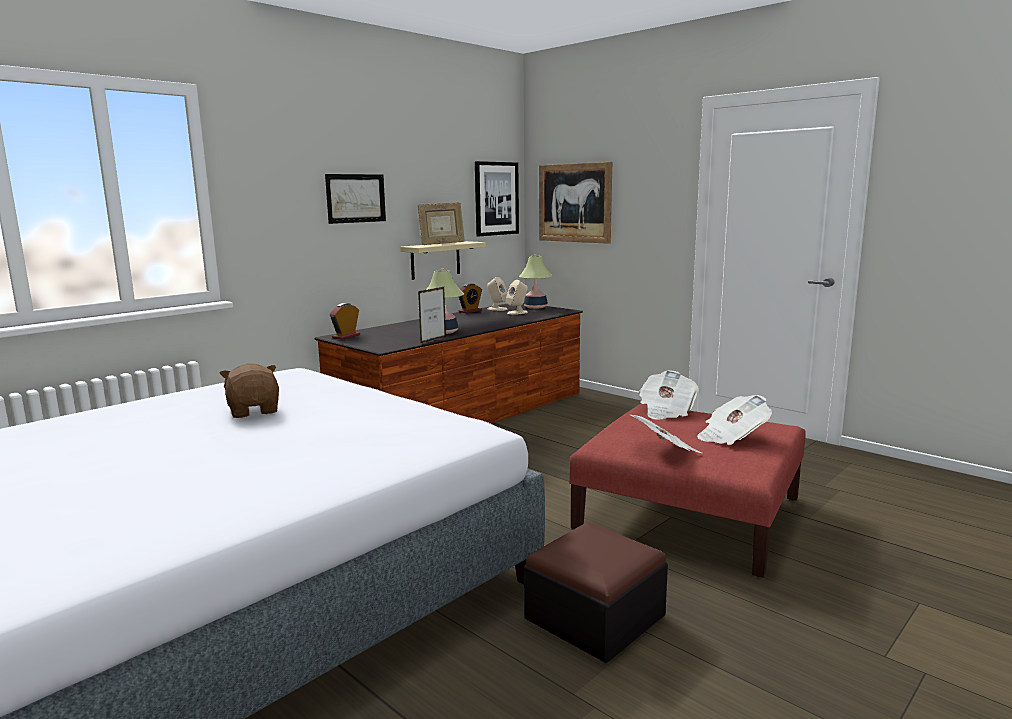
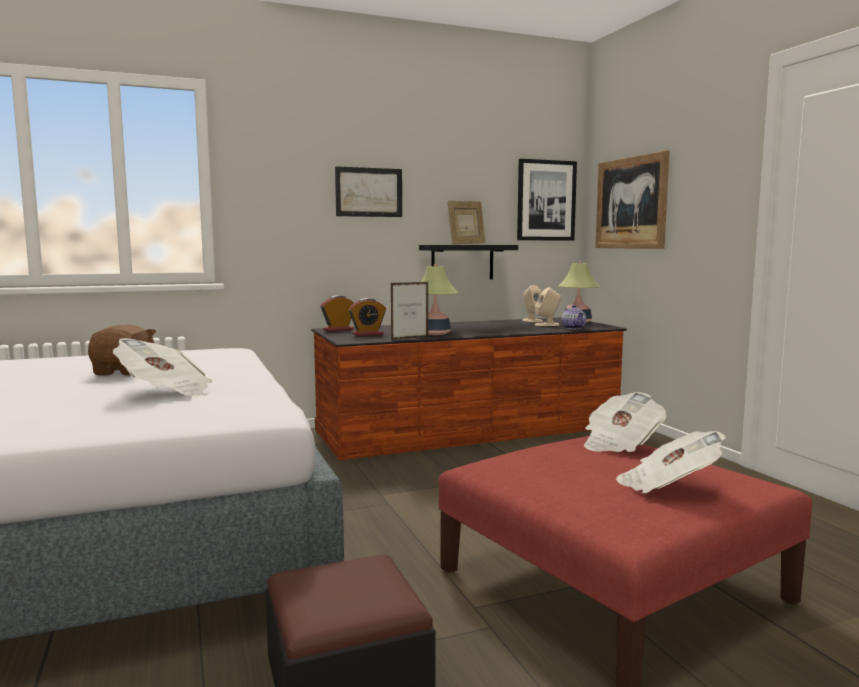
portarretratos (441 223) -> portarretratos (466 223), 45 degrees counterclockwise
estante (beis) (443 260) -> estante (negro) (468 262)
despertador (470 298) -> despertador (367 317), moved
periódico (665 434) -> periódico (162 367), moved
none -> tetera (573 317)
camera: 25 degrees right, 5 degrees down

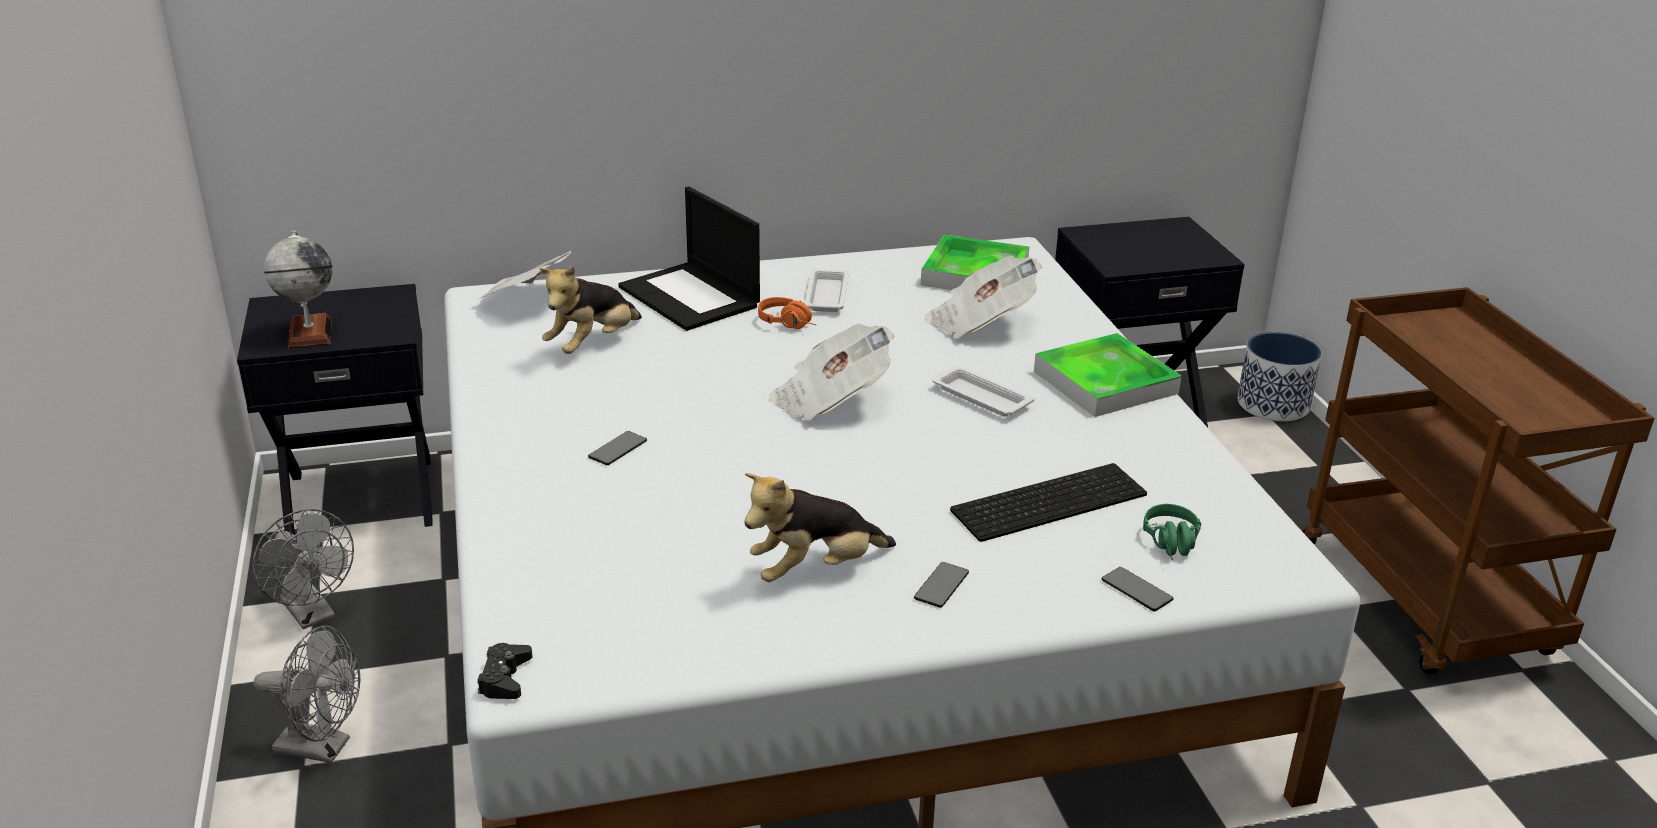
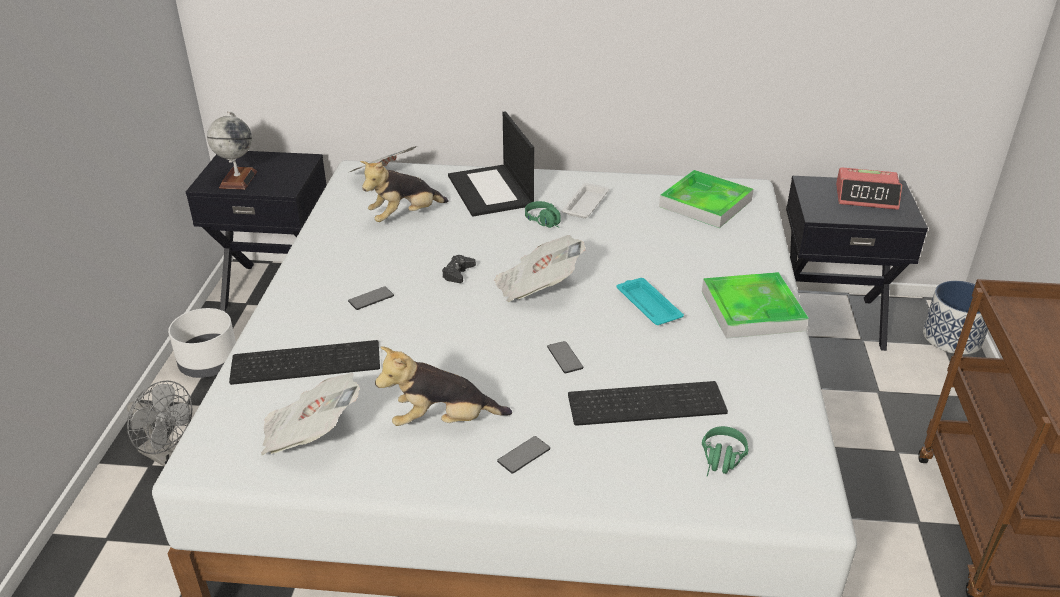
periódico (983 297) -> periódico (310 414), moved
auriculares (naranja) (787 313) -> auriculares (verde) (543 214)
bandeja (blanco) (983 391) -> bandeja (turquesa) (650 301)
ventilador (gris) (303 569) -> maceta (blanco) (202 343)
móvil (1137 589) -> móvil (565 357), moved
mando de consola (negro) (505 671) -> mando de consola (negro) (459 269), moved
none -> despertador (869 188)
none -> teclado (304 362)
camera: 20 degrees right, 5 degrees up

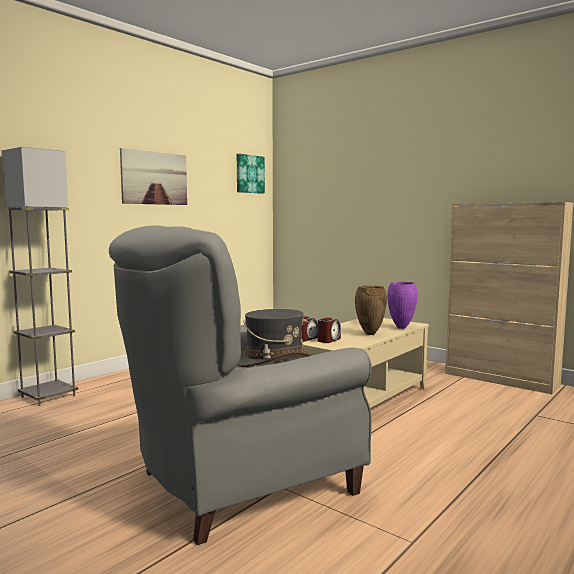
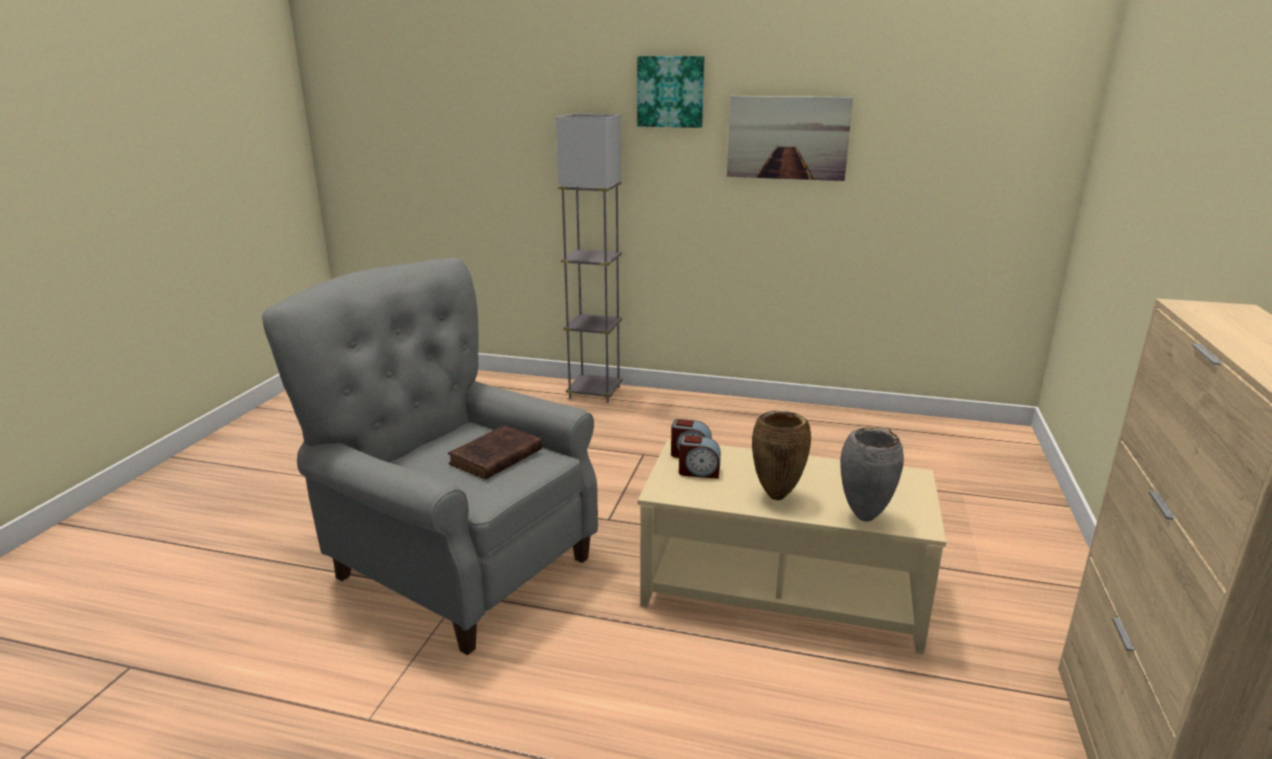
cuadro (251 174) -> cuadro (671 92), moved
florero (morado) (402 305) -> florero (gris) (872 474)
sombrero (gris) (275 338) -> libro (marrón) (495 452)
camera: 65 degrees right, 15 degrees up

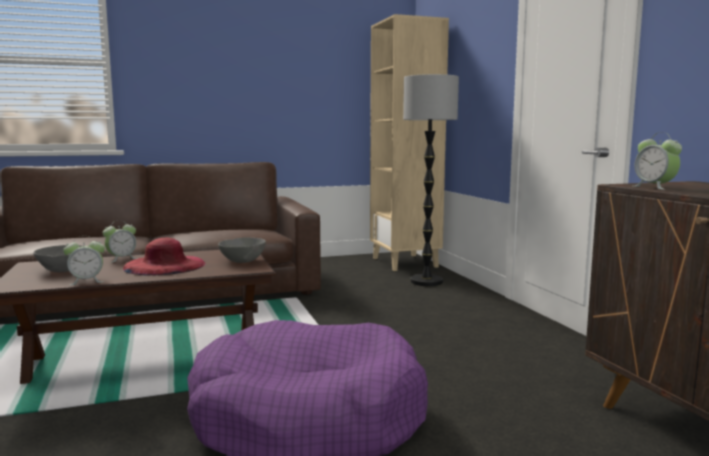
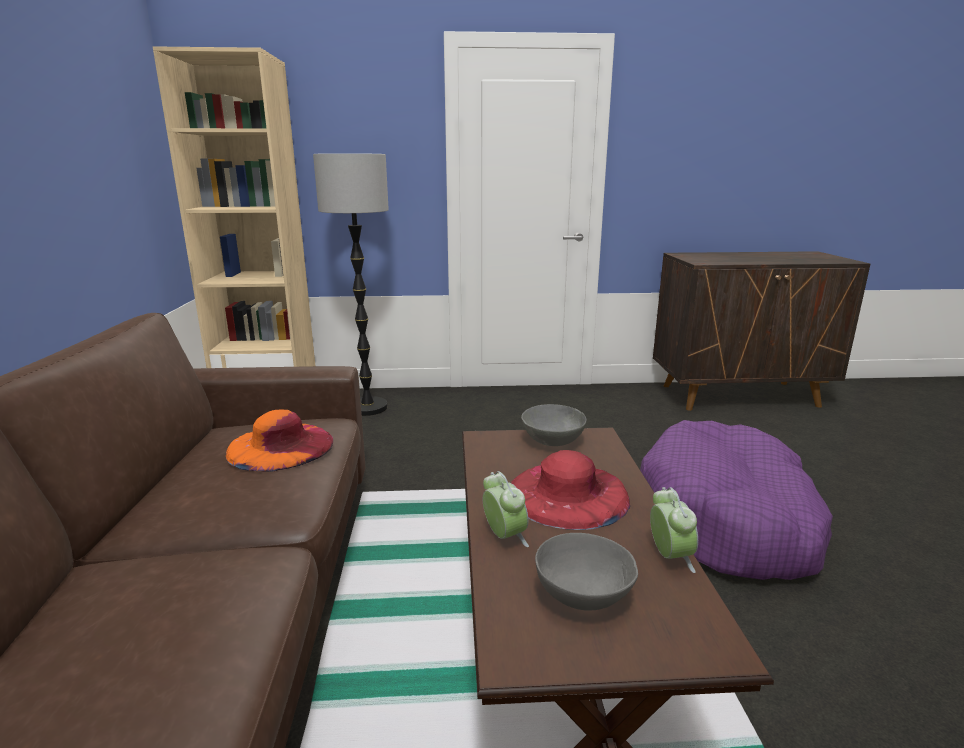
despertador (657 161) -> none
none -> sombrero (naranja) (279 440)
camera: 75 degrees left, 10 degrees up

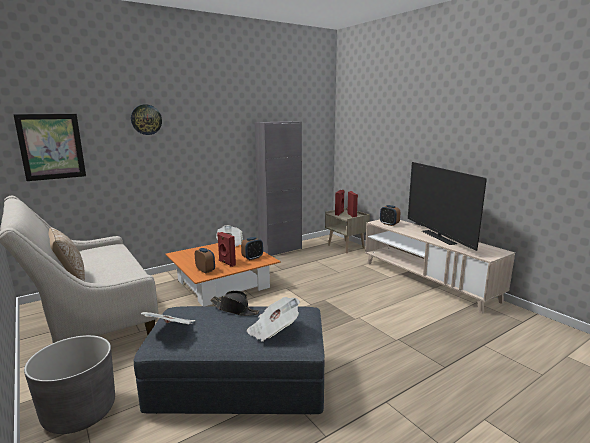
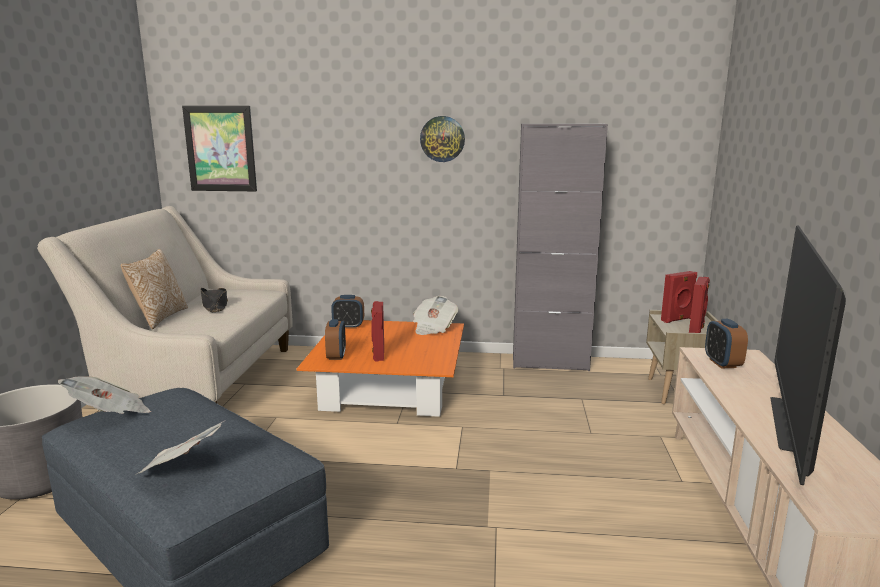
reloj de pared (146 119) -> reloj de pared (442 139), moved
despertador (252 248) -> despertador (347 312), moved
sombrero (negro) (234 303) -> sombrero (negro) (214 300), moved
camera: 40 degrees right, 0 degrees up

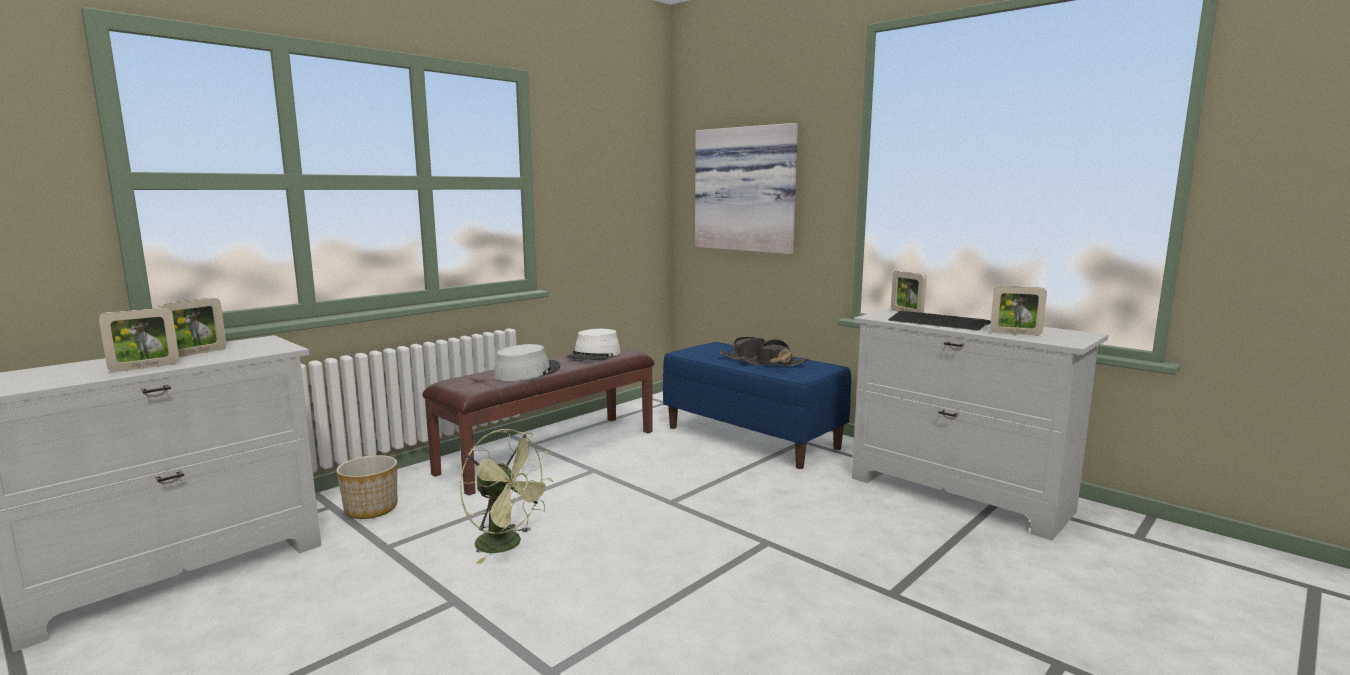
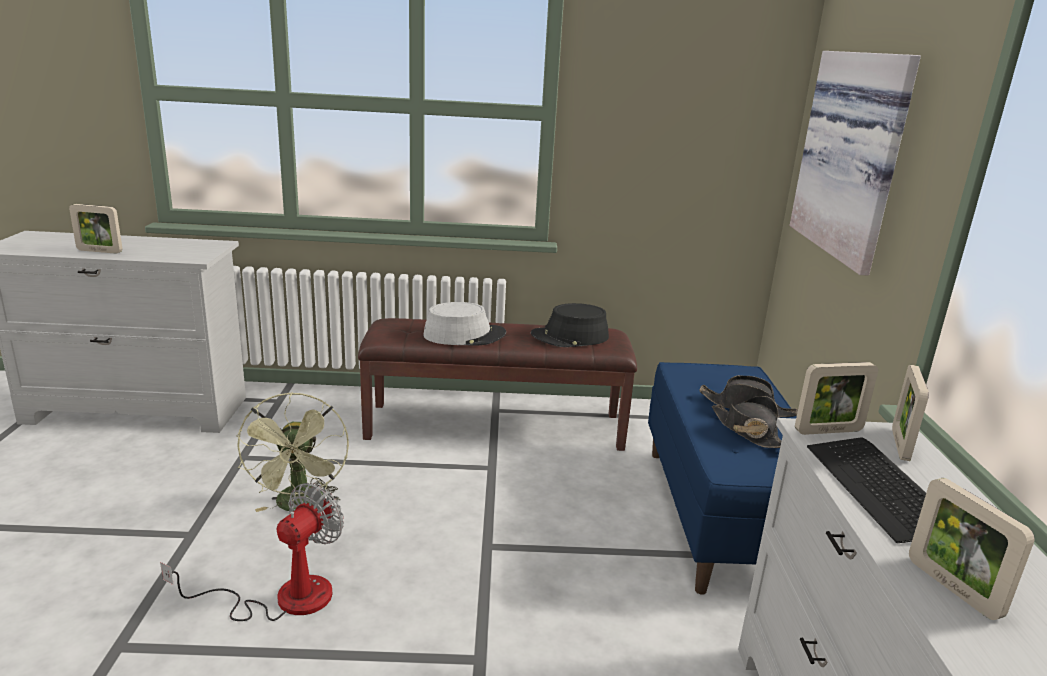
portarretratos (192 327) -> portarretratos (836 398), moved
sombrero (blanco) (593 344) -> sombrero (negro) (570 325)
maceta (366 487) -> none
none -> ventilador (252 552)
camera: 45 degrees right, 10 degrees up

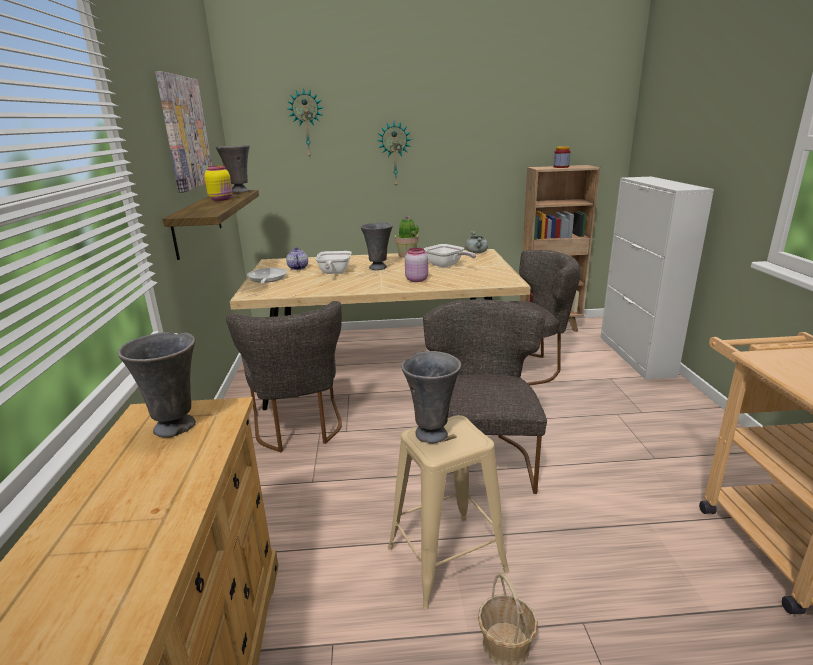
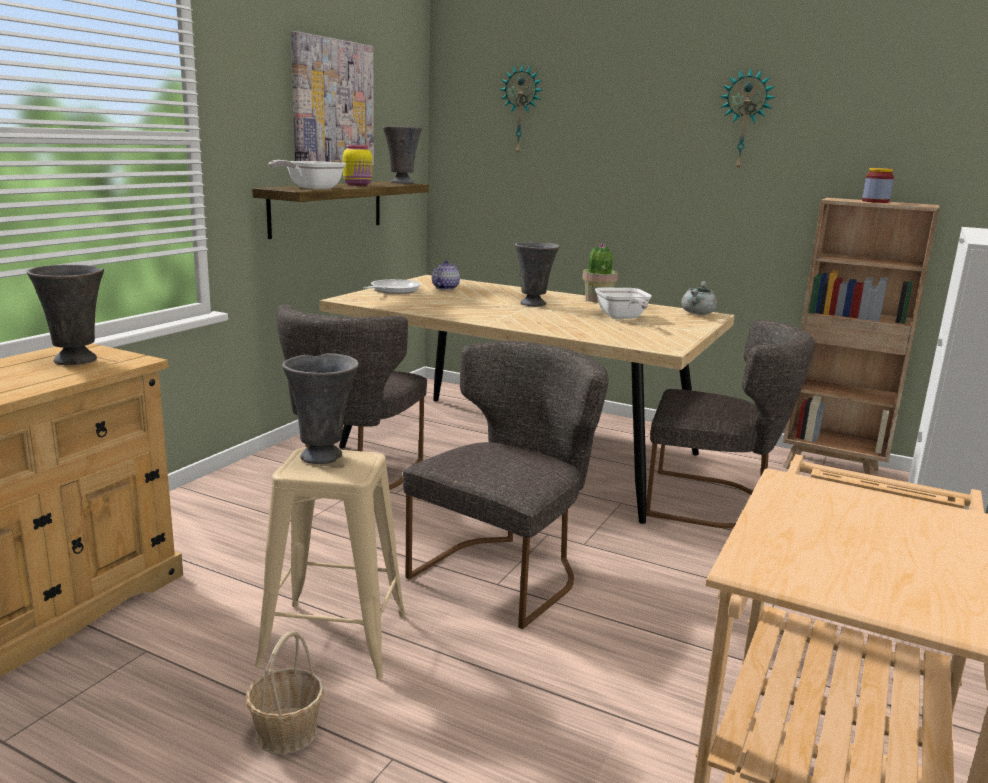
reloj de pared (394 154) -> reloj de pared (748 118), moved
tarro (rosa) (416 265) -> none
sartén (333 262) -> sartén (307 174), moved
camera: 30 degrees right, 5 degrees down

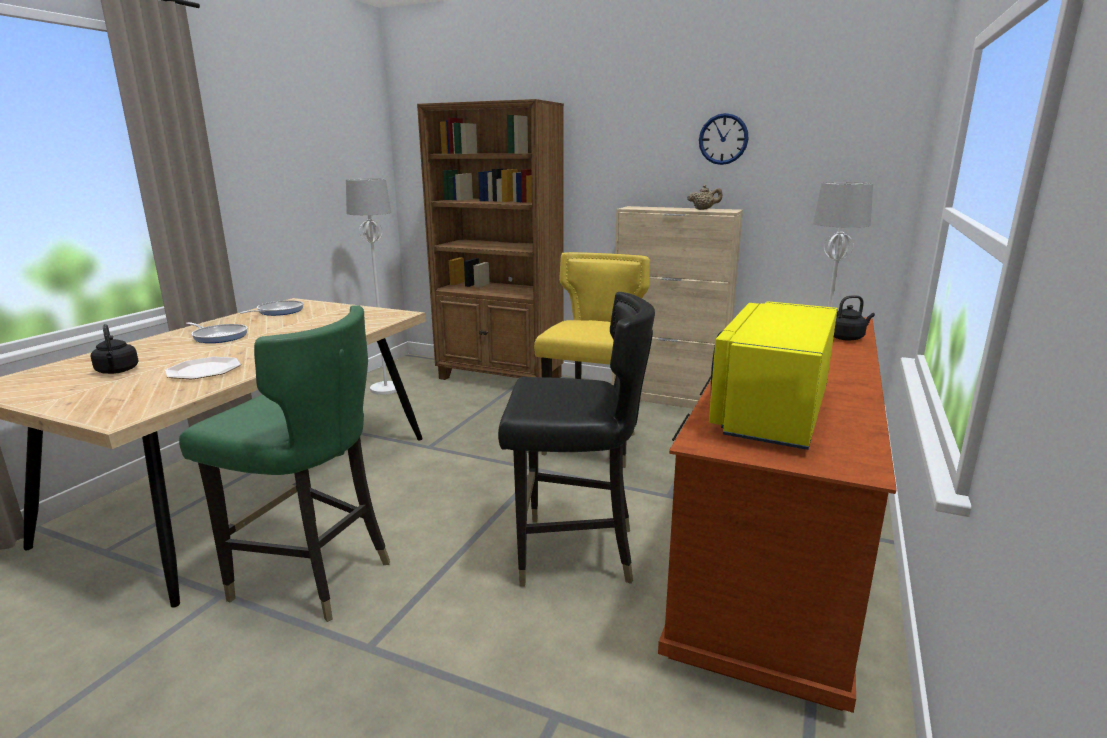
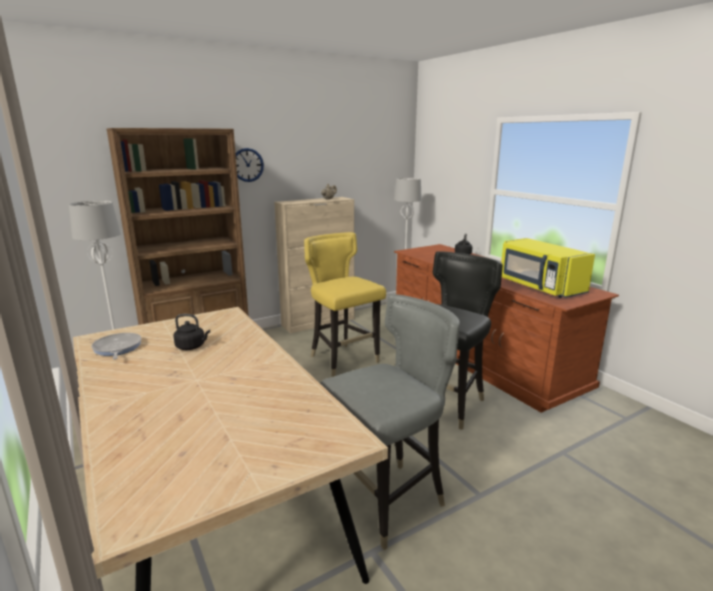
reloj de pared (724 139) -> reloj de pared (250 165), moved
silla (verde) (284 463) -> silla (gris) (390 422)
sartén (217 332) -> none
hervidor (negro) (115 349) -> hervidor (negro) (191 332), moved
plato (203 368) -> none
camera: 55 degrees left, 0 degrees up

